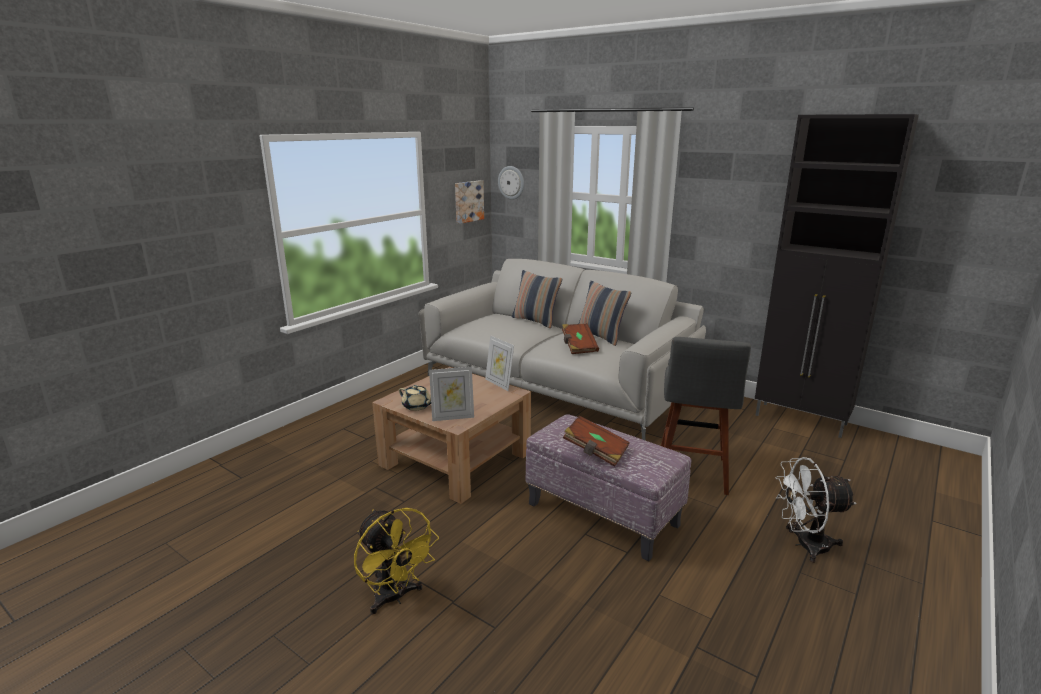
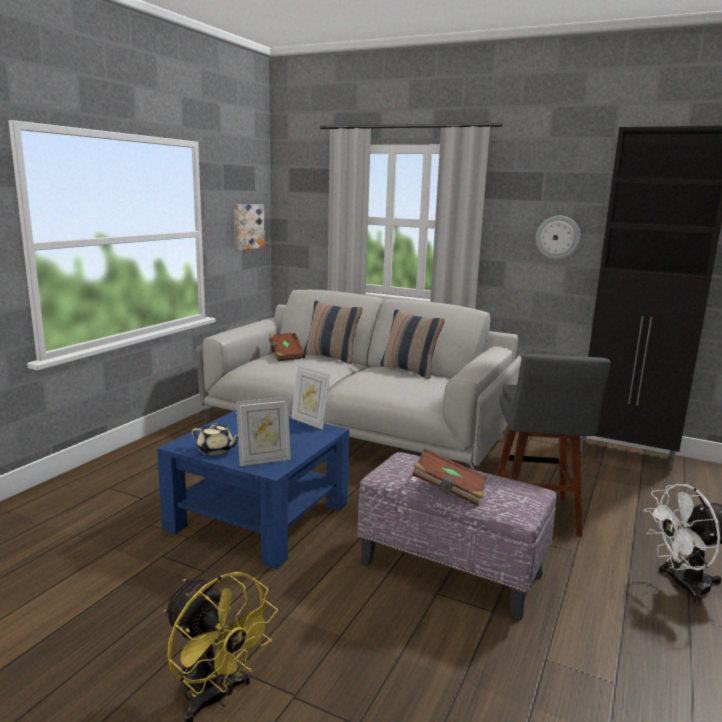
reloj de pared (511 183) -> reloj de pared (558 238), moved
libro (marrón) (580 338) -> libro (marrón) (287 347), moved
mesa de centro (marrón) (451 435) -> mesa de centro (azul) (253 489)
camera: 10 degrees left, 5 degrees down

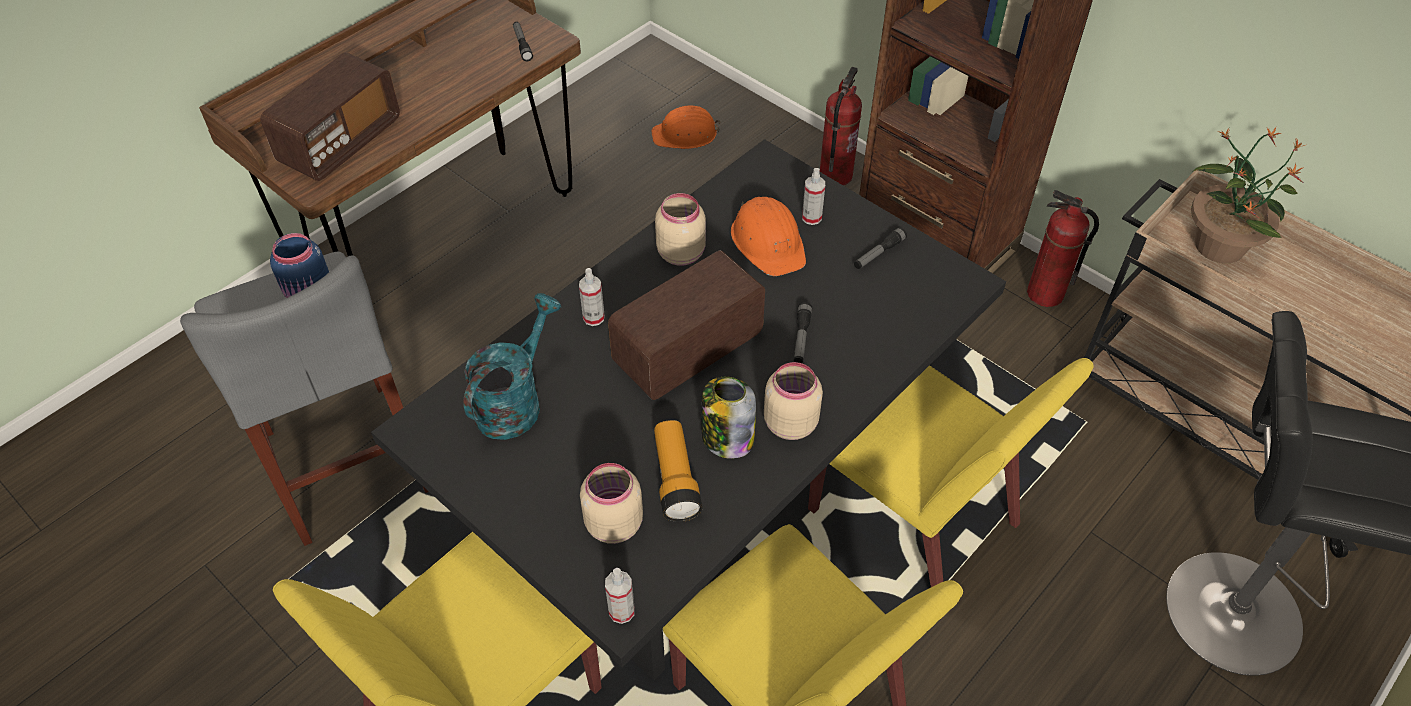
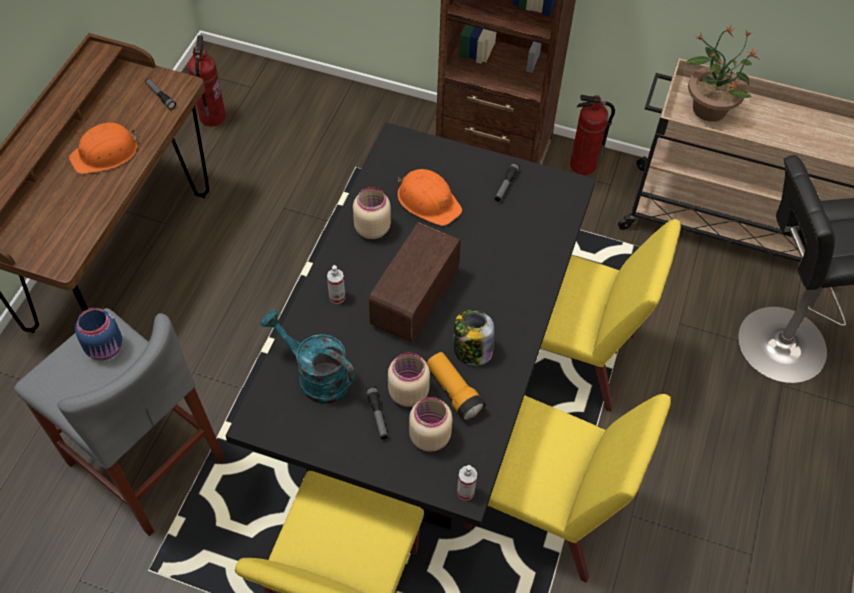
radio (330 116) -> none
extintor (841 126) -> extintor (207 80), moved
casco (naranja) (686 127) -> casco (naranja) (103 148), moved
pulverizador (813 196) -> none
regadera (turquesa) (512 366) -> regadera (turquesa) (308 357), 60 degrees counterclockwise
linterna (803 332) -> linterna (377 413), moved
tarro (beis) (793 401) -> tarro (beis) (409 380), moved
camera: 25 degrees left, 5 degrees up

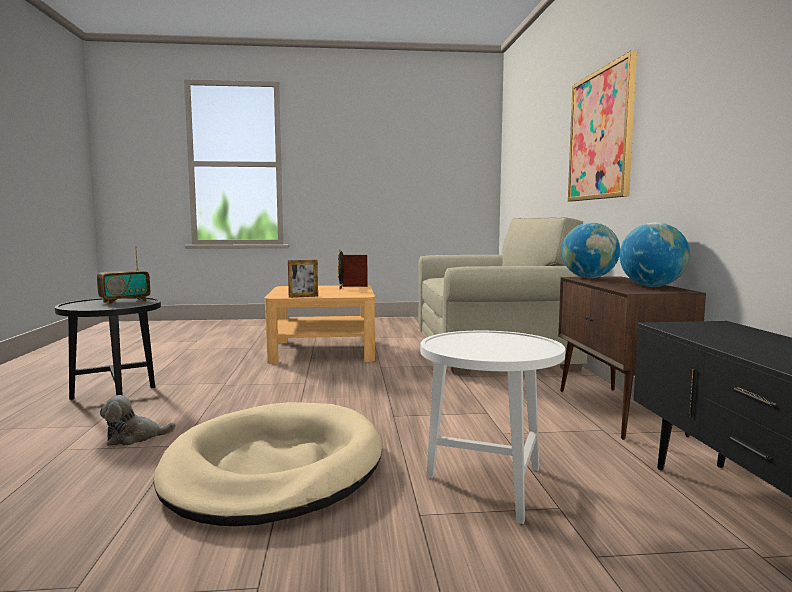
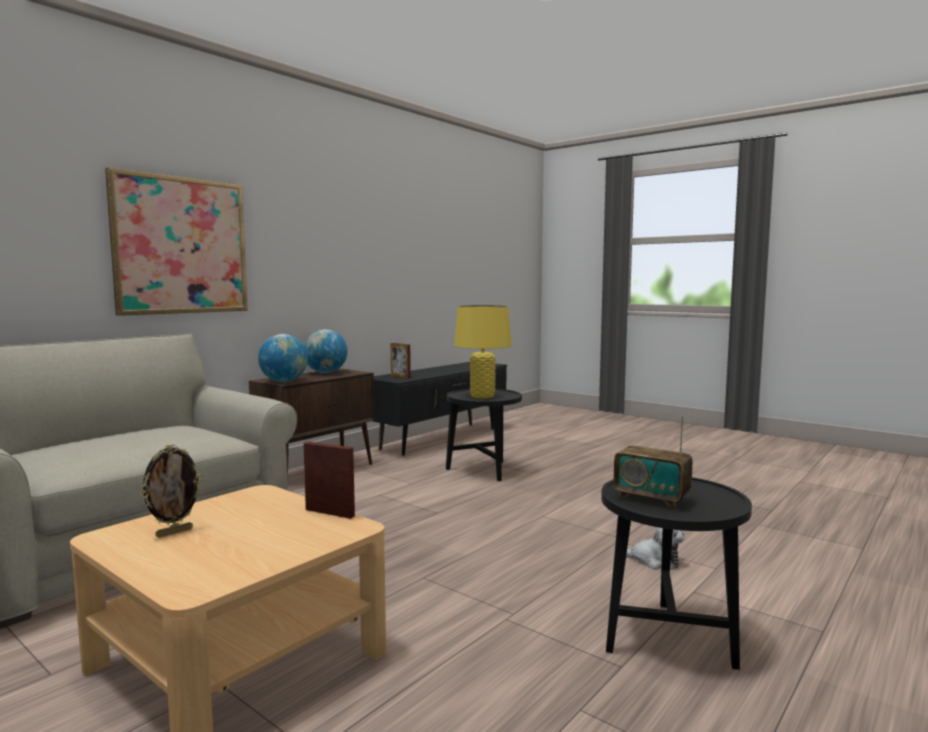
radio (123 275) -> radio (653 462), 150 degrees counterclockwise
portarretratos (355 271) -> portarretratos (401 361), moved
mesa auxiliar (blanco) (492 427) -> mesa auxiliar (negro) (484 435)
cama para perro (beis) (267 464) -> none
none -> lámpara de mesa (amarillo) (483 351)
camera: 135 degrees left, 0 degrees up

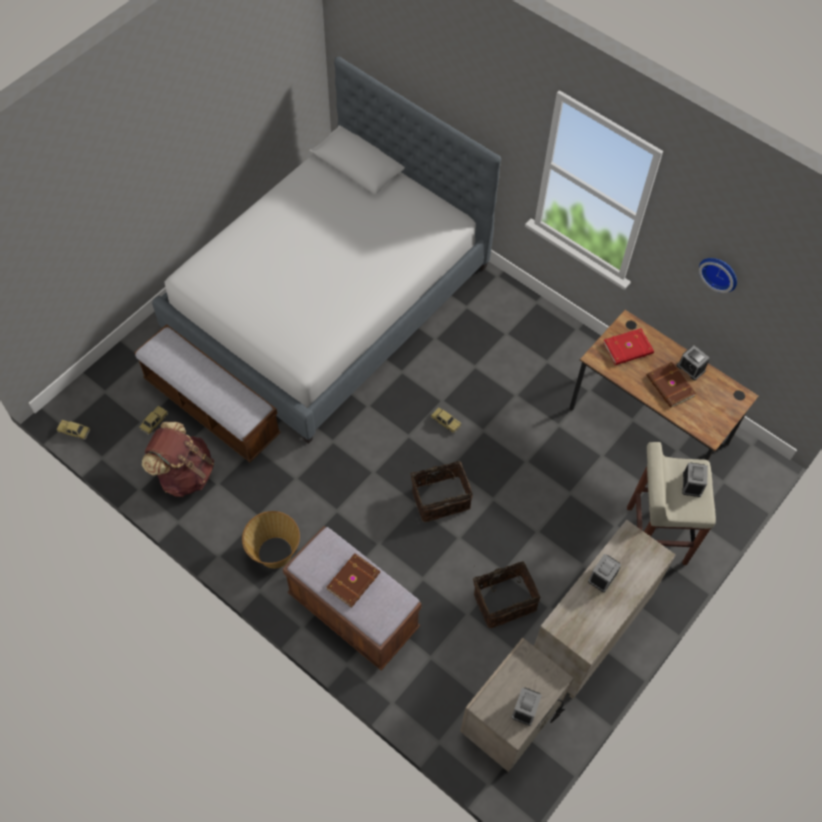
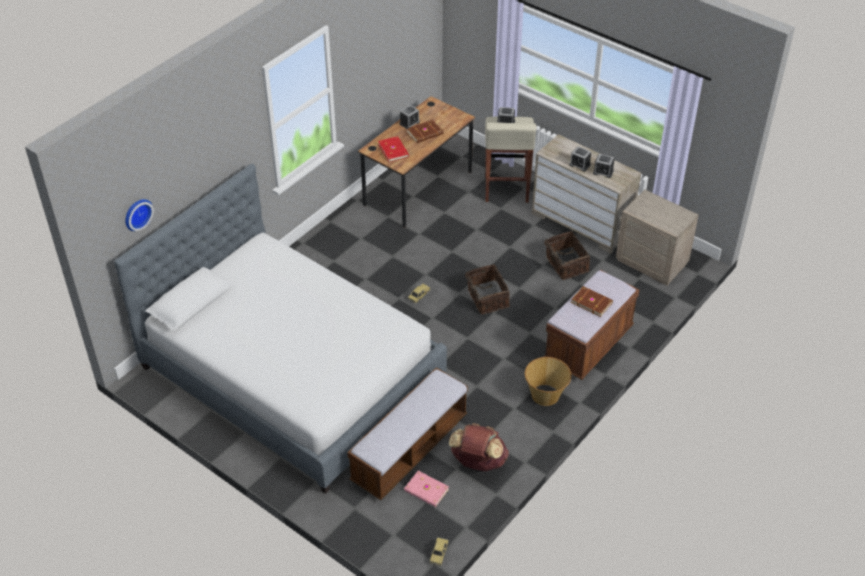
reloj de pared (718 275) -> reloj de pared (139 215), moved
coche de juguete (154 420) -> libro (rosa) (426 489)
despertador (527 706) -> despertador (603 166), moved
camera: 90 degrees left, 15 degrees down

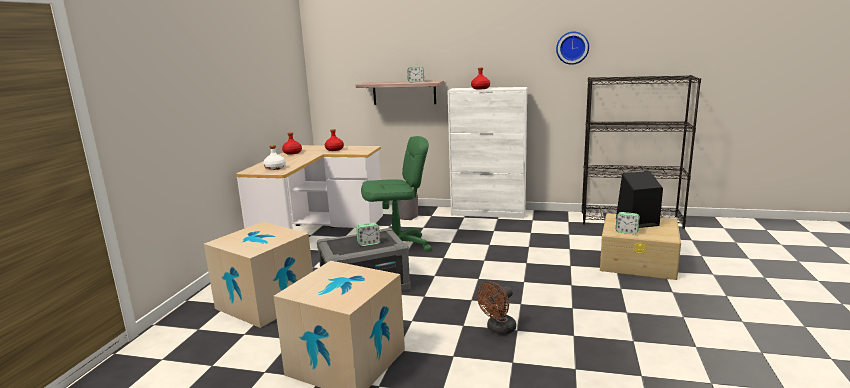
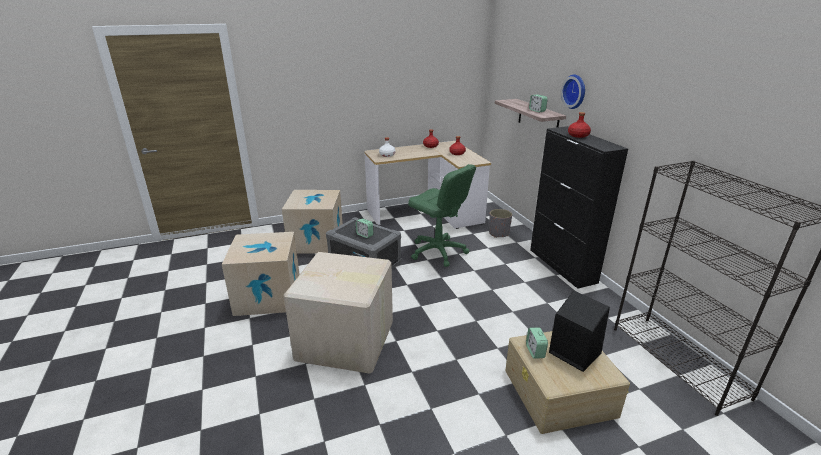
reloj de pared (572 48) -> reloj de pared (573 92), moved
armario (blanco) (487 152) -> armario (negro) (579 207)
ventilador (marrón) (496 308) -> caja de cartón (338 313)
camera: 55 degrees right, 10 degrees up

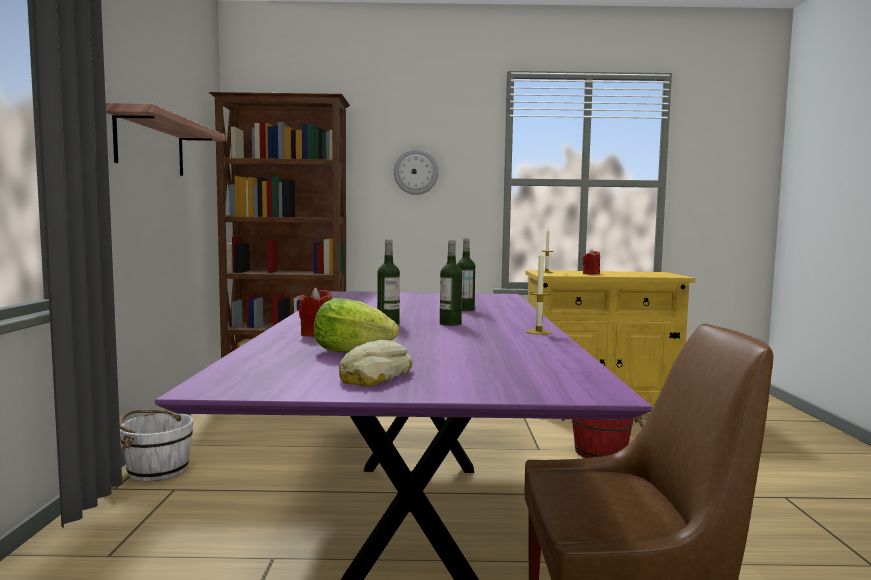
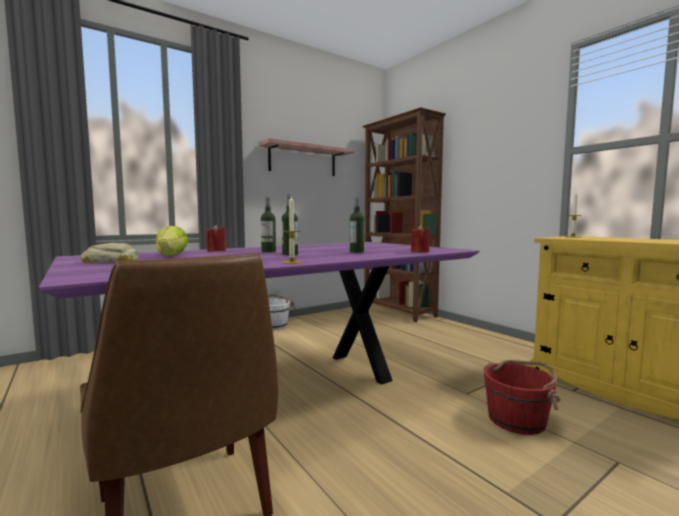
reloj de pared (416 172) -> none
vela (rojo) (591 262) -> vela (rojo) (420 238), moved
camera: 55 degrees right, 0 degrees up

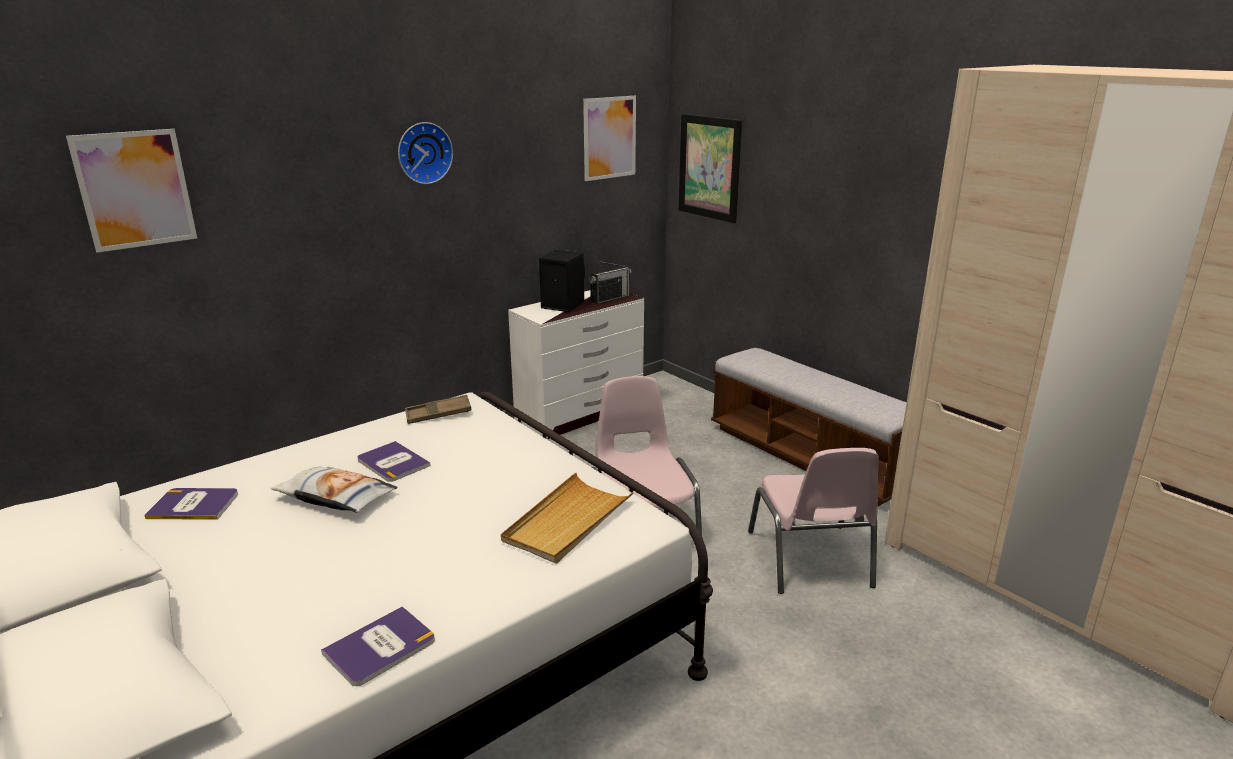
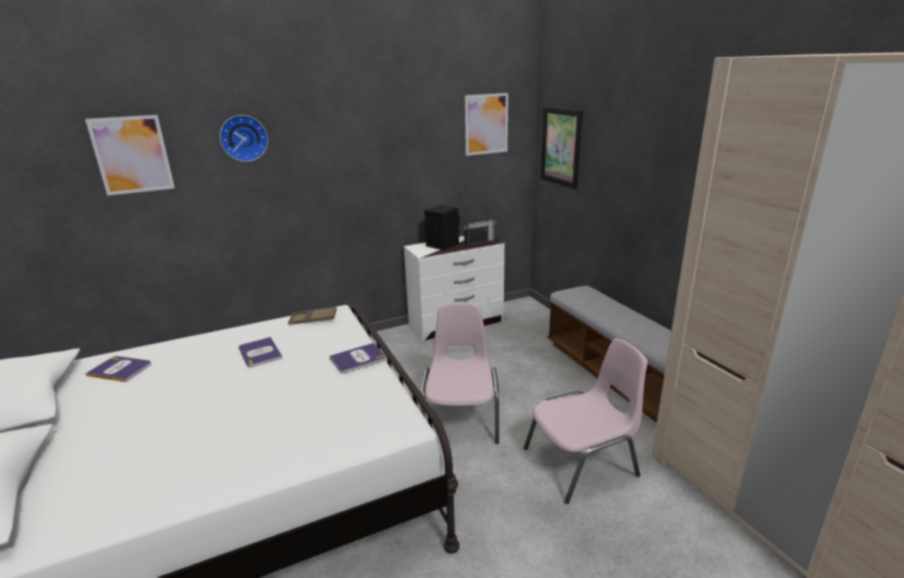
reloj de pared (425 153) -> reloj de pared (244 138), moved
silla (rosa) (813 521) -> silla (rosa) (586 421), 120 degrees counterclockwise
cojín (334 489) -> none
bandeja (beis) (567 517) -> none
libro (378 646) -> libro (357 358), moved
camera: 15 degrees right, 0 degrees up

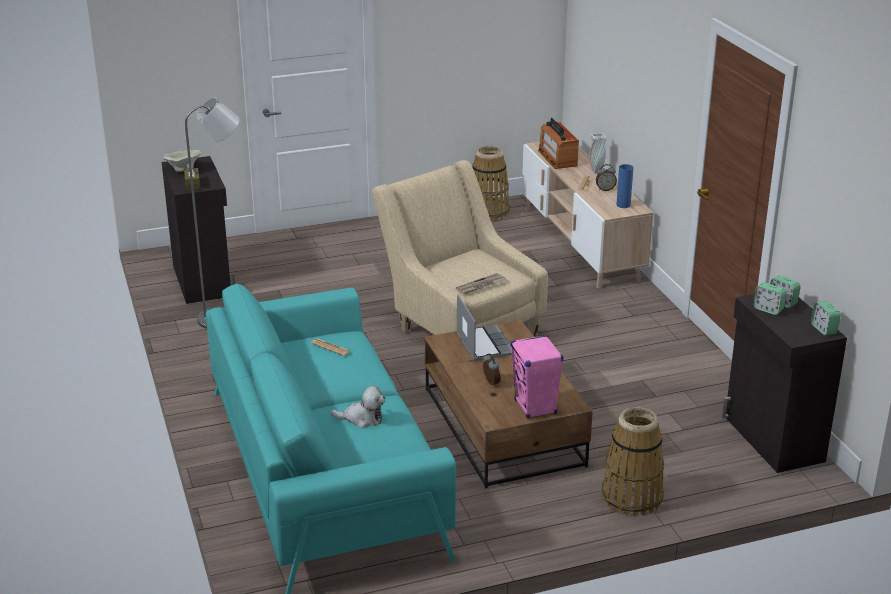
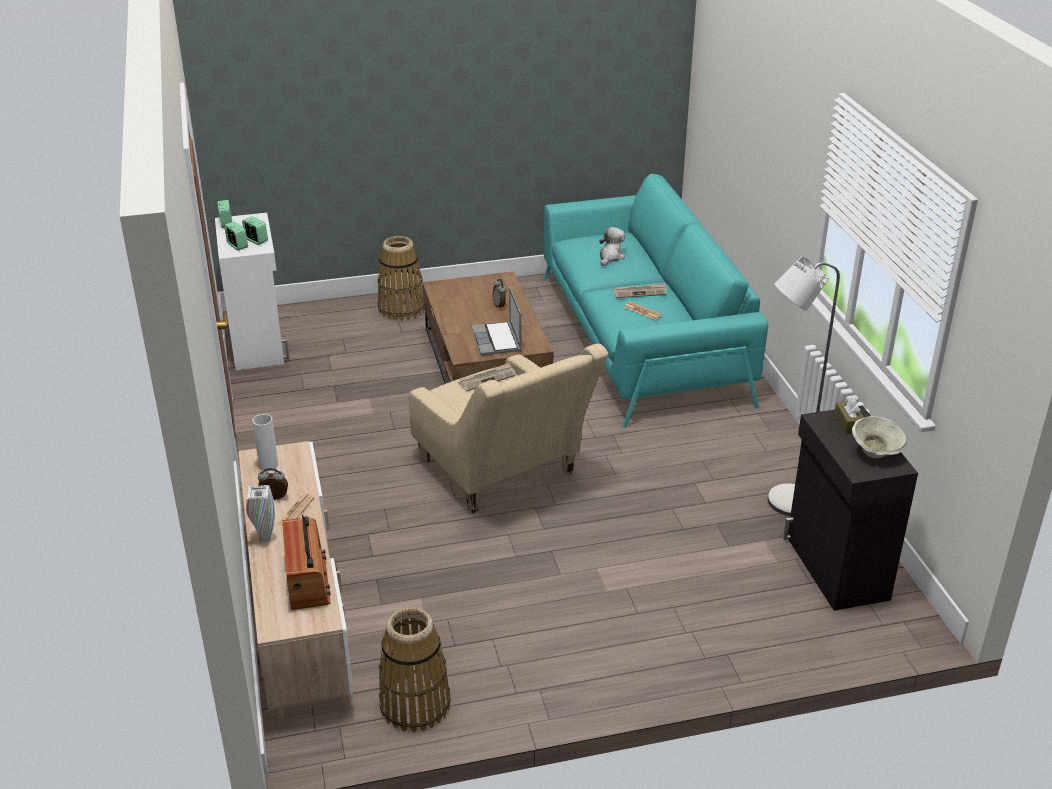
florero (azul) (624 186) -> florero (blanco) (265 442)
armario (negro) (784 383) -> armario (blanco) (252 291)
altavoz (rosa) (536 377) -> none
peluche (358 407) -> peluche (612 246), 105 degrees clockwise
none -> periódico (639 290)
camera: 175 degrees left, 5 degrees up

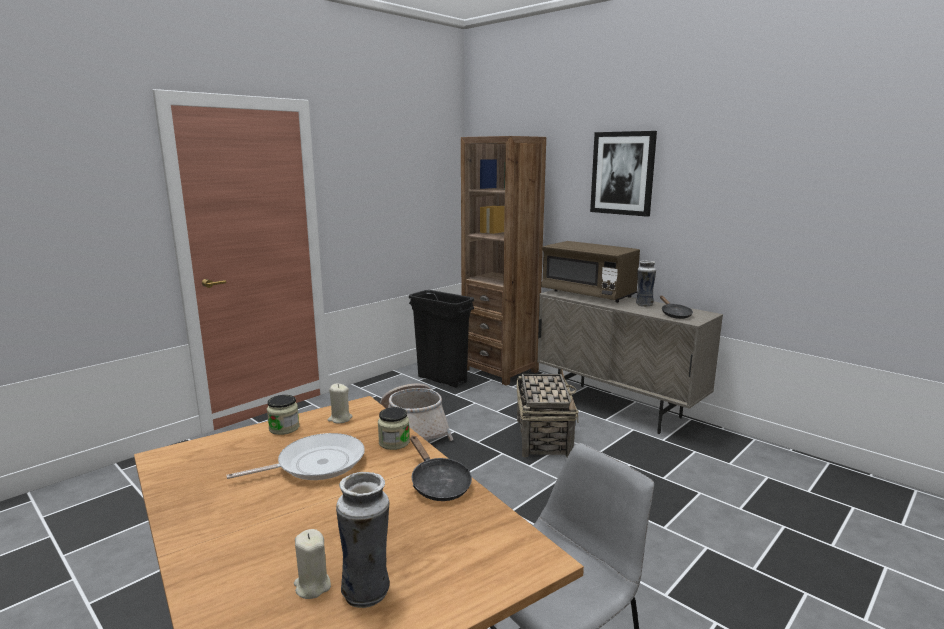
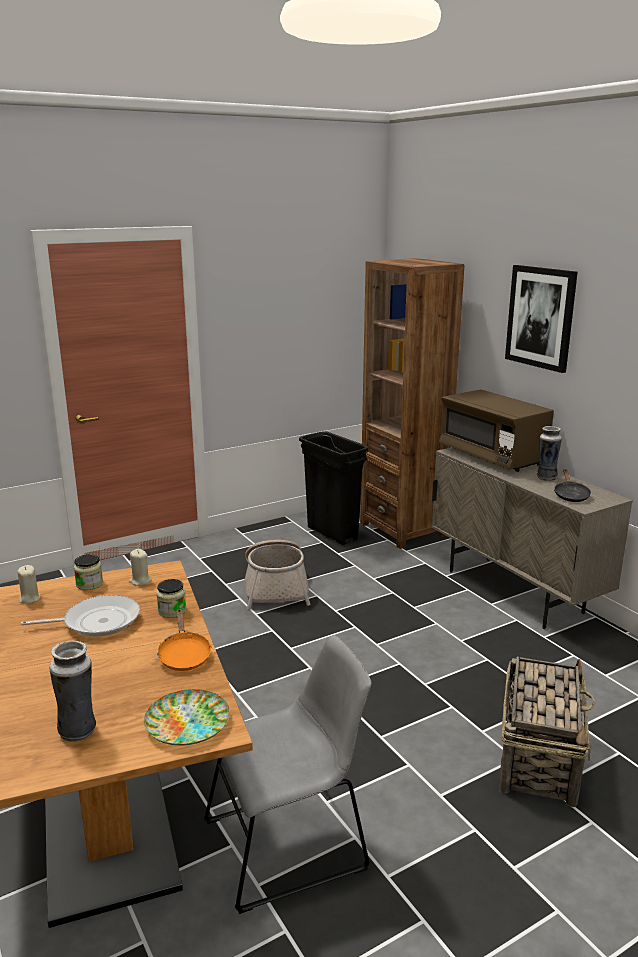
cesta (548 413) -> cesta (547 732), moved
sartén (negro) (441 468) -> sartén (naranja) (184 639)
vela (beis) (312 564) -> vela (beis) (29 584), moved
none -> plato (187 717)
camera: 15 degrees right, 5 degrees up

